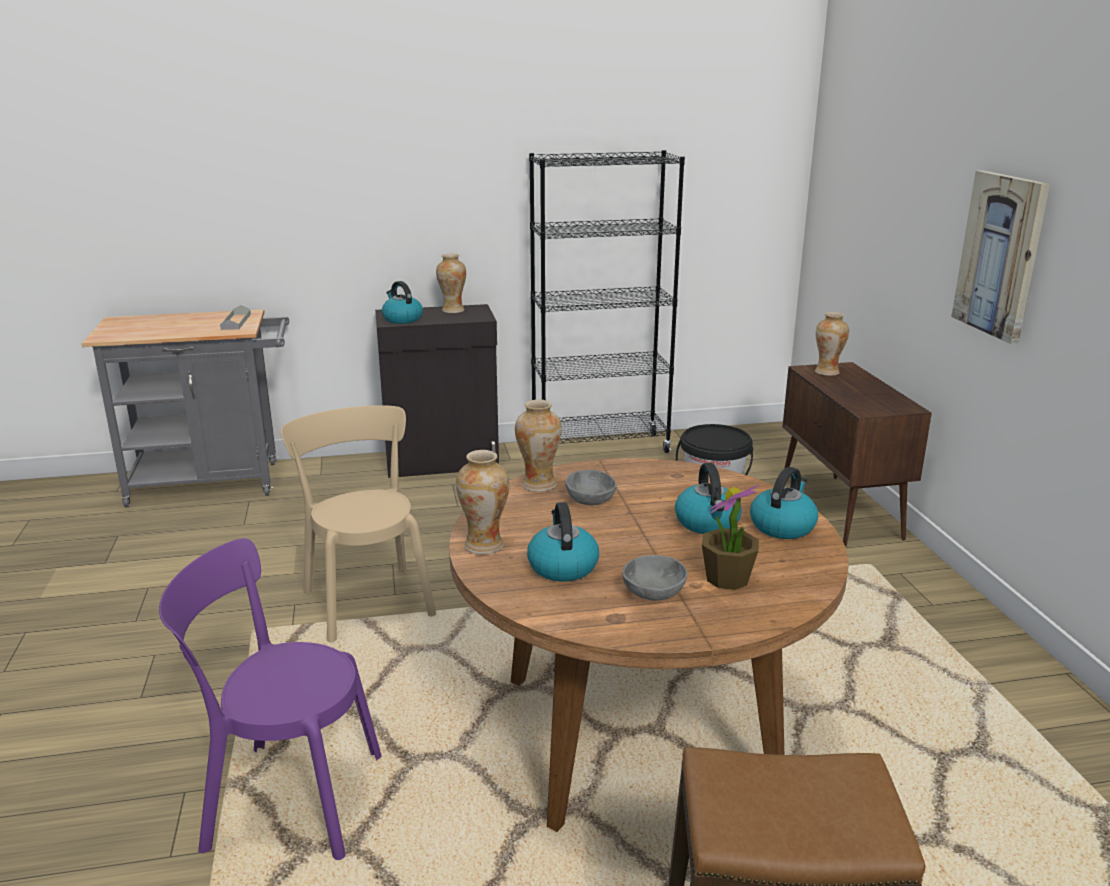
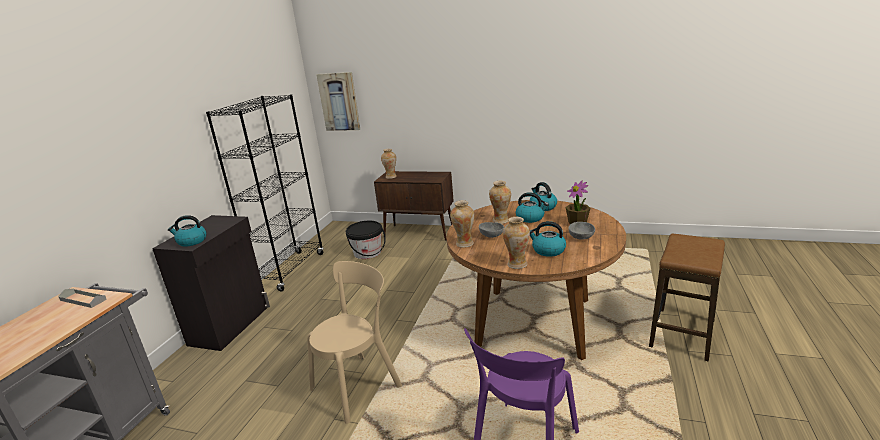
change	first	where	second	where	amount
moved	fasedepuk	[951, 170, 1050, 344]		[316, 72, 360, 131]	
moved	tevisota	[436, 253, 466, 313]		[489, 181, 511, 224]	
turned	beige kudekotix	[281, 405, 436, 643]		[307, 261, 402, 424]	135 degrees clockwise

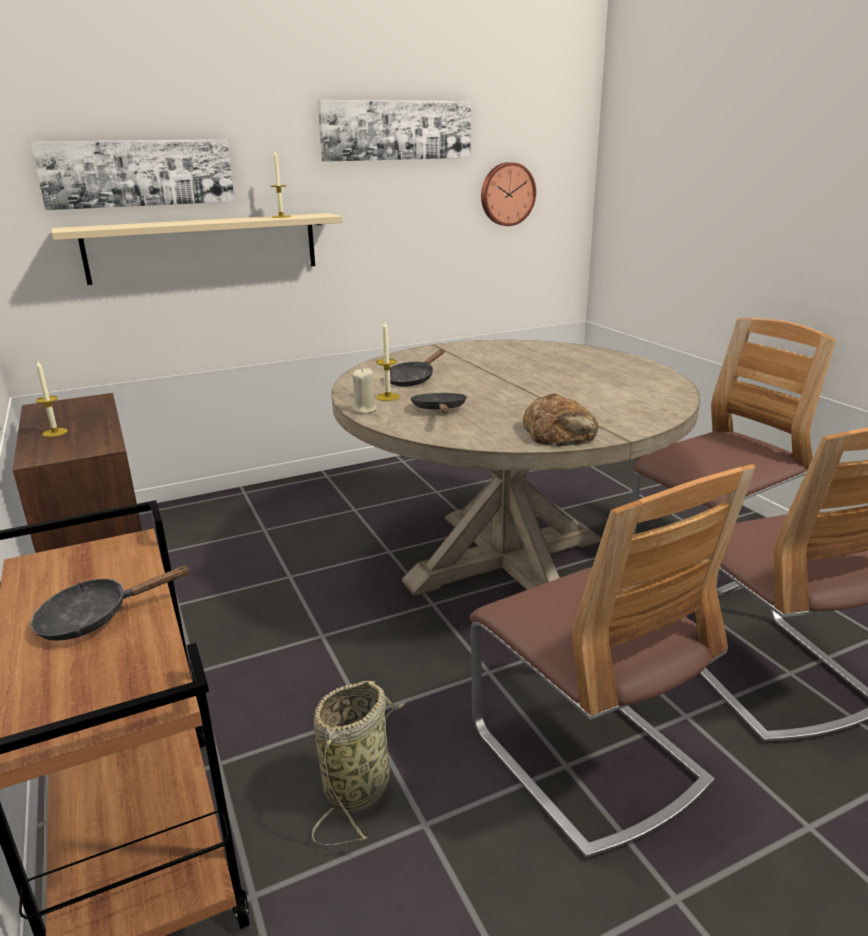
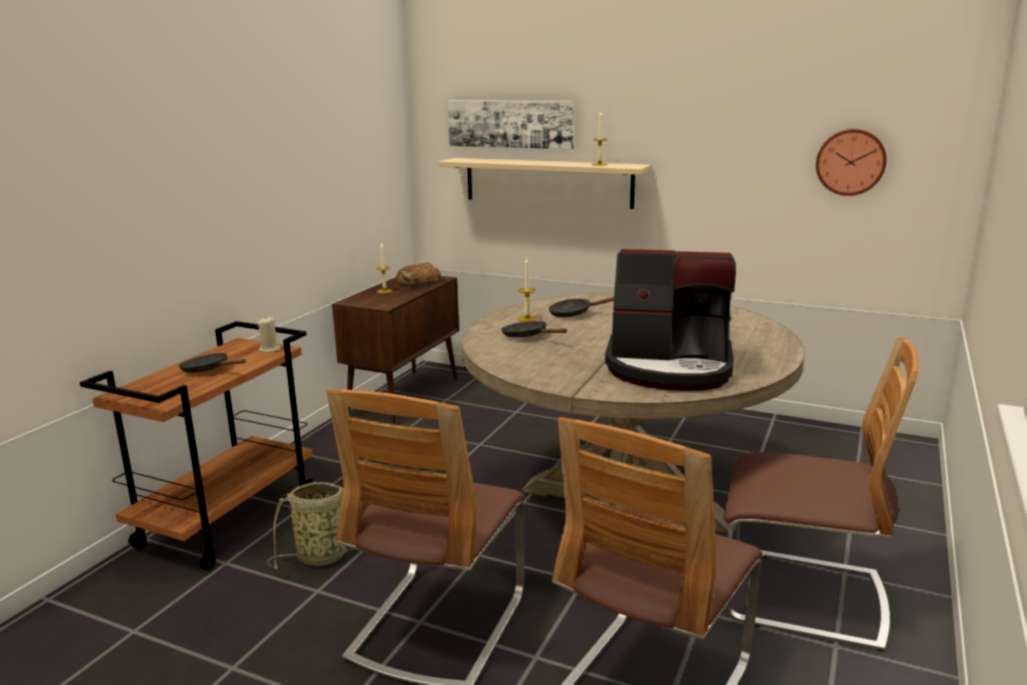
change	first	where	second	where	amount
removed	fasedepuk	[317, 100, 471, 162]			
moved	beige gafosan	[351, 368, 377, 414]		[257, 317, 281, 352]	
turned	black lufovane	[410, 393, 467, 413]		[501, 321, 567, 337]	90 degrees counterclockwise
moved	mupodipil	[523, 393, 598, 447]		[396, 263, 442, 287]	
added			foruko	[605, 249, 736, 391]	

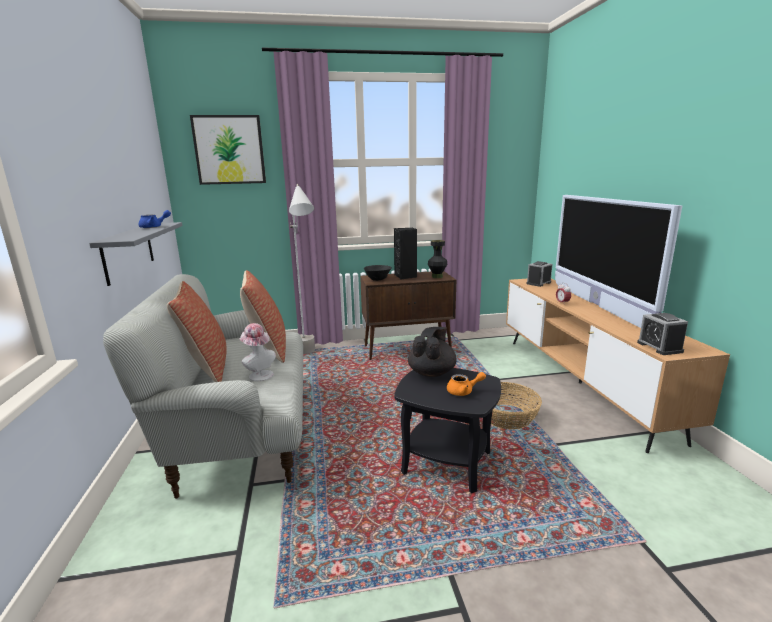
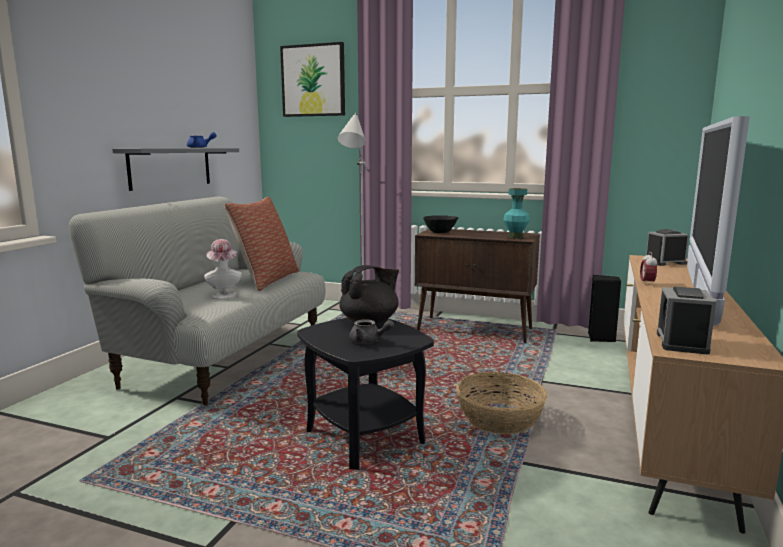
change	first	where	second	where	amount
moved	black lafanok	[394, 228, 417, 280]		[588, 275, 621, 342]	
recoloured	black tevisota	[428, 240, 447, 278]	turquoise tevisota	[503, 188, 530, 239]	
removed	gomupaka	[167, 281, 227, 382]			
recoloured	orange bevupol	[447, 372, 486, 396]	grey bevupol	[349, 319, 395, 344]	

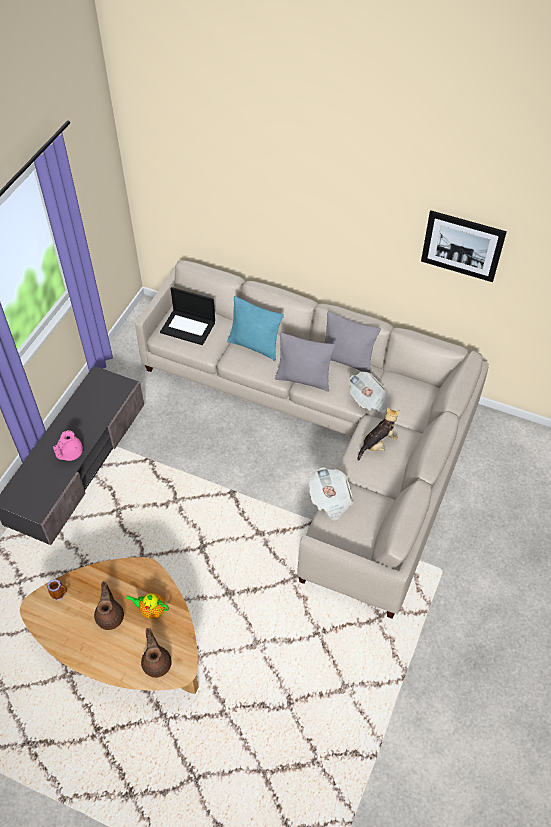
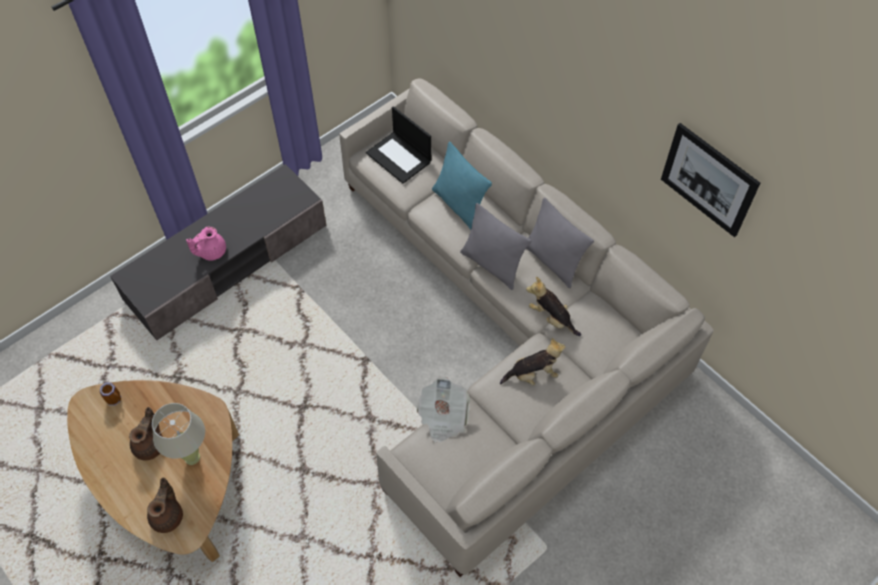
change	first	where	second	where	amount
replaced	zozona	[349, 372, 388, 413]	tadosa	[526, 277, 581, 336]	
replaced	bevupol	[126, 593, 169, 619]	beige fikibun	[152, 403, 205, 465]	

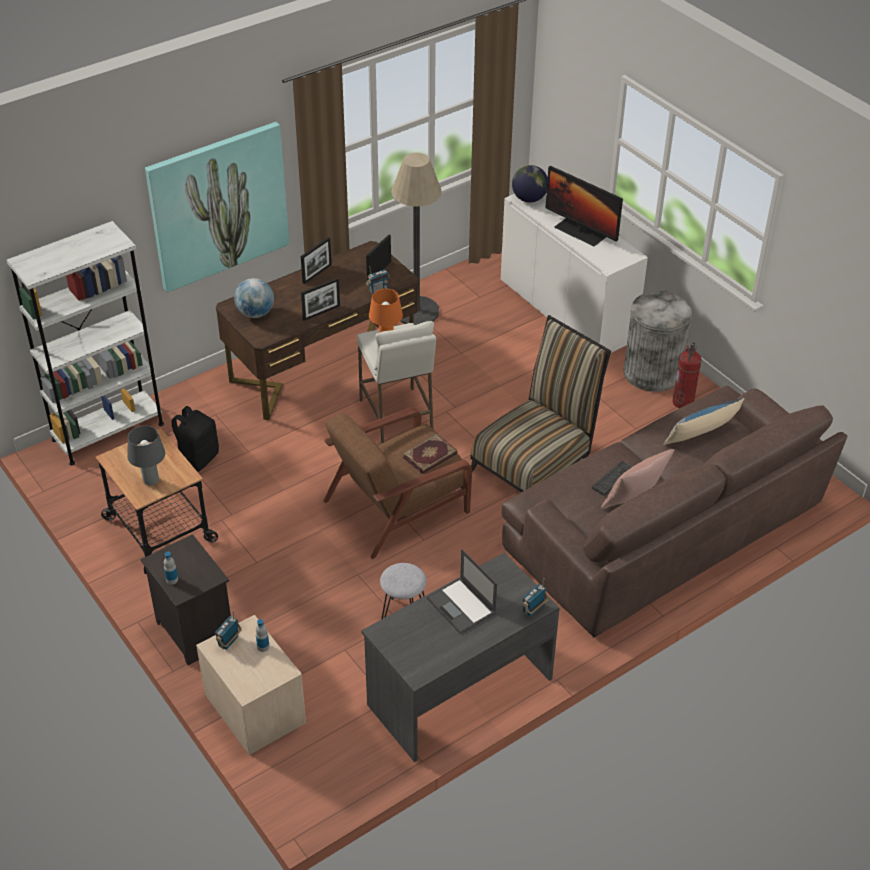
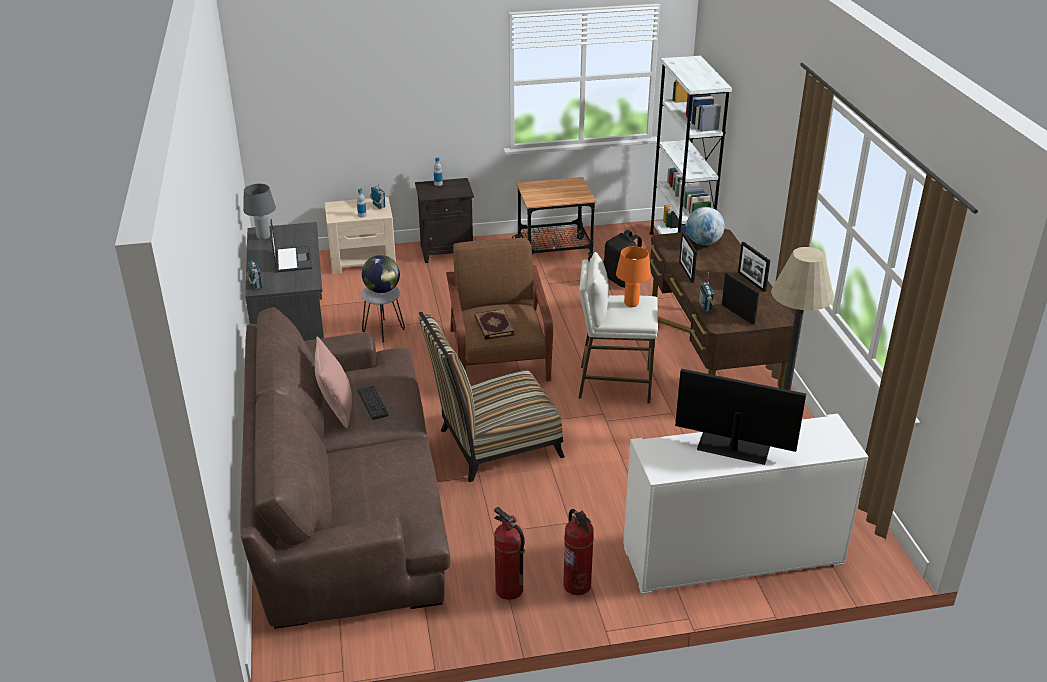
change	first	where	second	where	amount
removed	fasedepuk	[145, 122, 289, 292]			
moved	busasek	[512, 165, 548, 203]		[362, 255, 400, 293]	
turned	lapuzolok	[545, 166, 623, 246]		[675, 369, 806, 465]	45 degrees clockwise
replaced	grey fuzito	[623, 291, 692, 392]	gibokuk	[563, 509, 594, 595]	
turned	kudekotix	[470, 315, 611, 492]		[419, 312, 565, 482]	90 degrees clockwise
removed	gomupaka	[663, 398, 744, 445]			
moved	grey fikibun	[127, 426, 165, 486]		[243, 184, 276, 240]	
turned	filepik	[427, 549, 497, 634]		[270, 219, 312, 273]	90 degrees clockwise

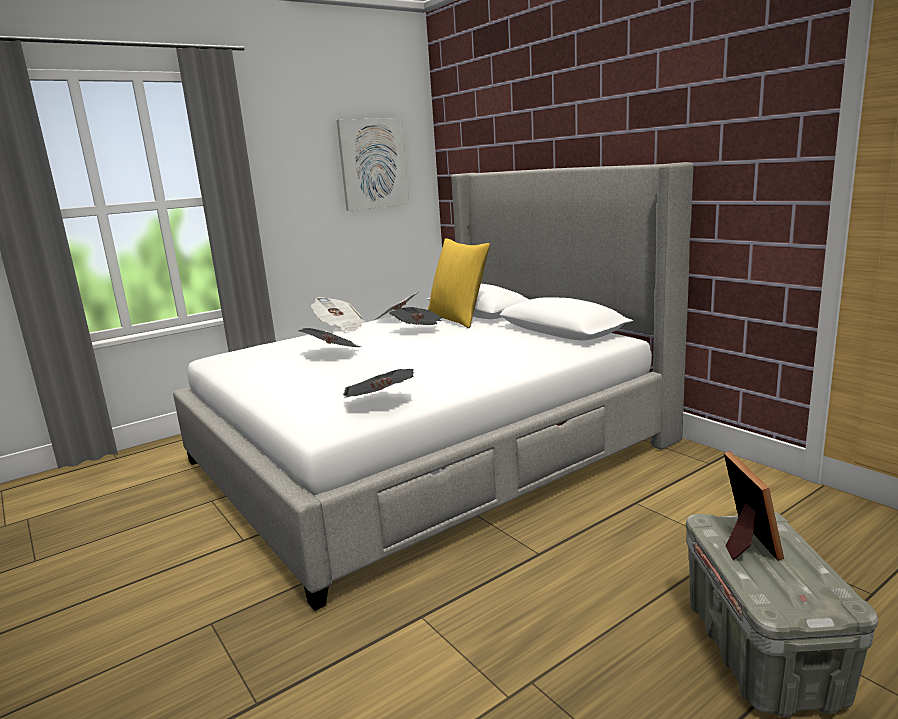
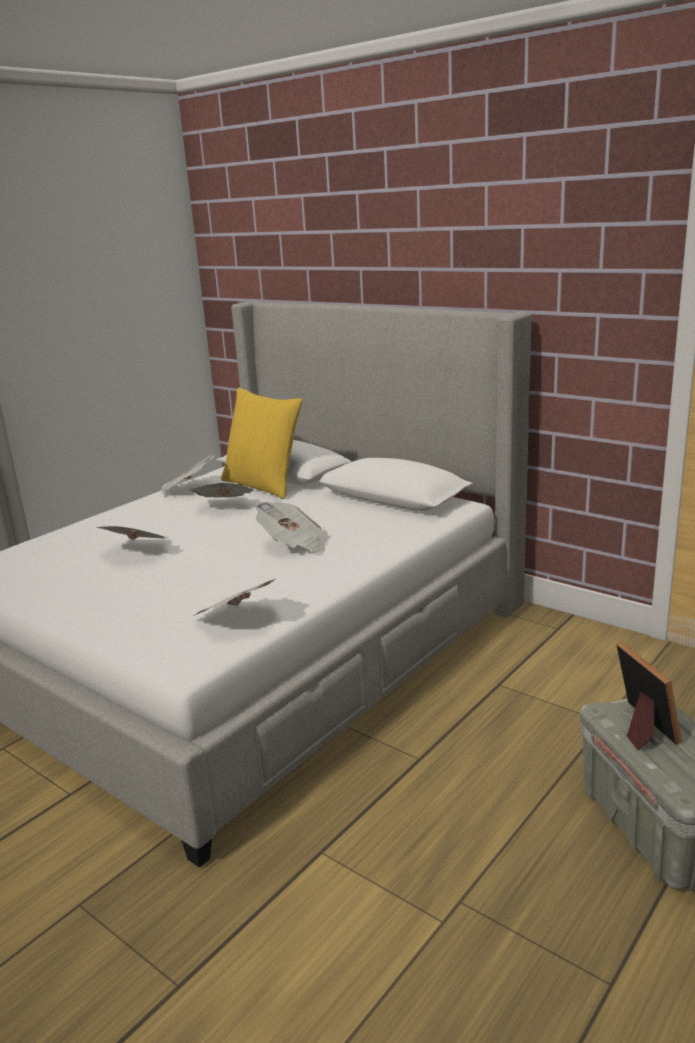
change	first	where	second	where	amount
removed	fasedepuk	[337, 118, 409, 211]			
moved	zozona	[311, 297, 365, 332]		[255, 502, 327, 553]	

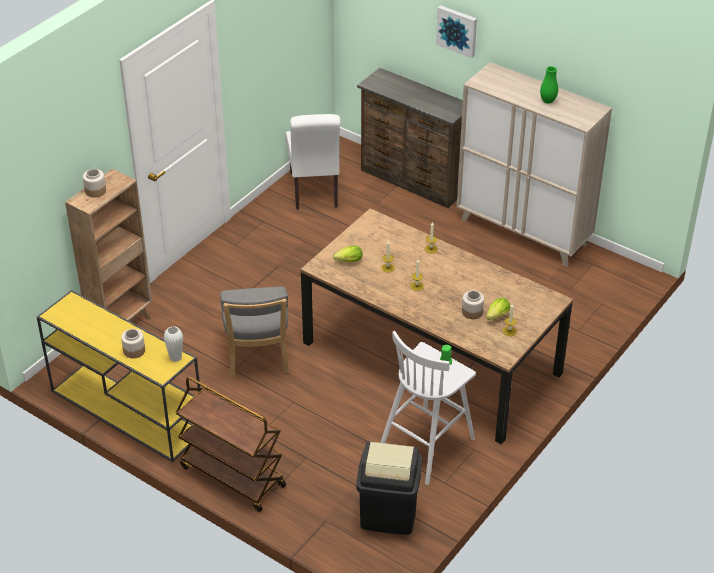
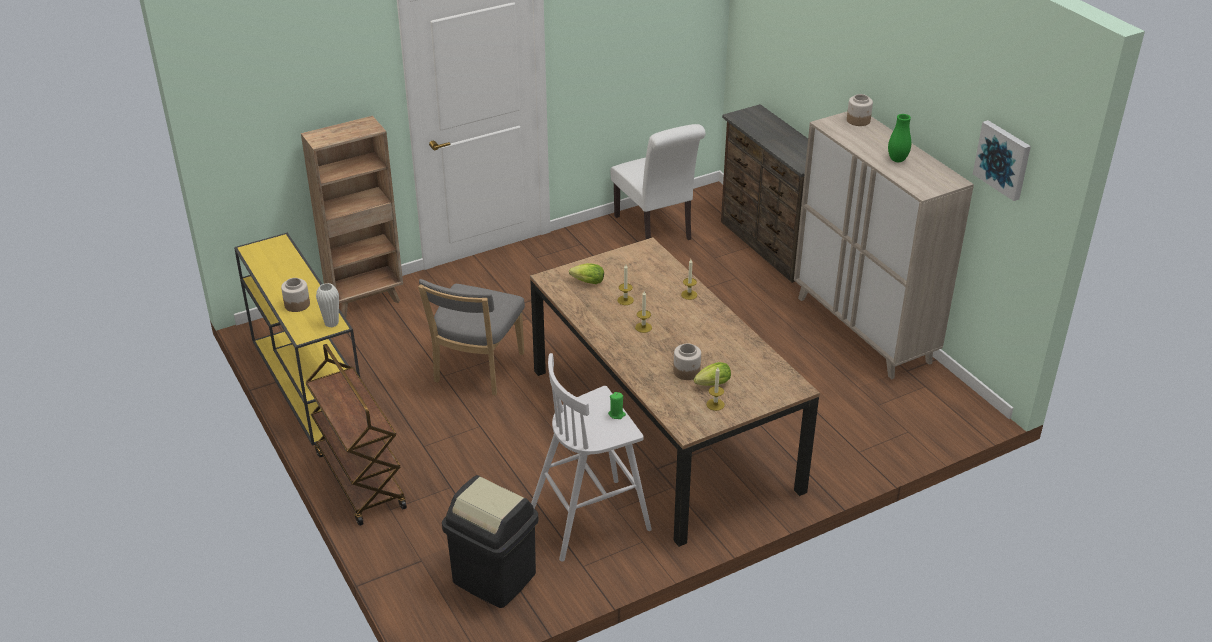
change	first	where	second	where	amount
moved	fasedepuk	[436, 5, 477, 58]		[973, 120, 1031, 201]	
turned	white kudekotix	[286, 114, 341, 210]		[611, 124, 706, 240]	45 degrees counterclockwise
moved	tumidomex	[83, 169, 106, 198]		[847, 94, 873, 126]	

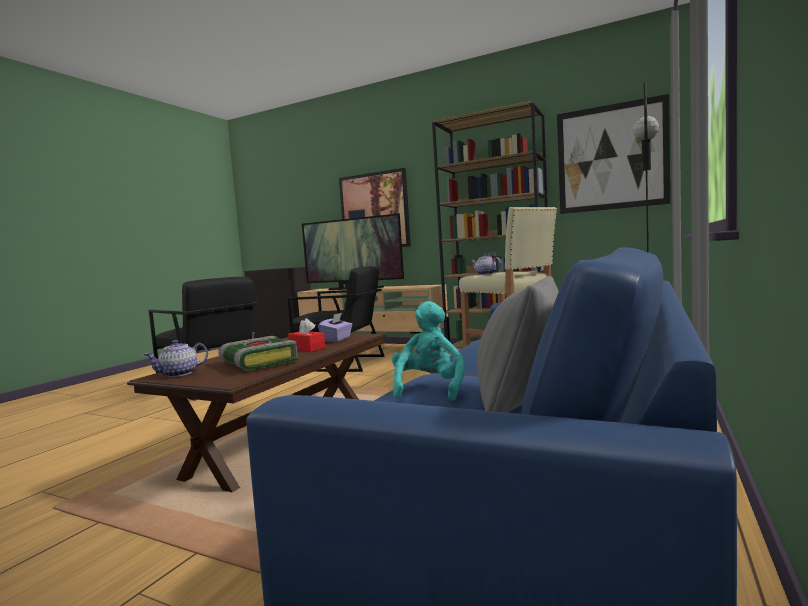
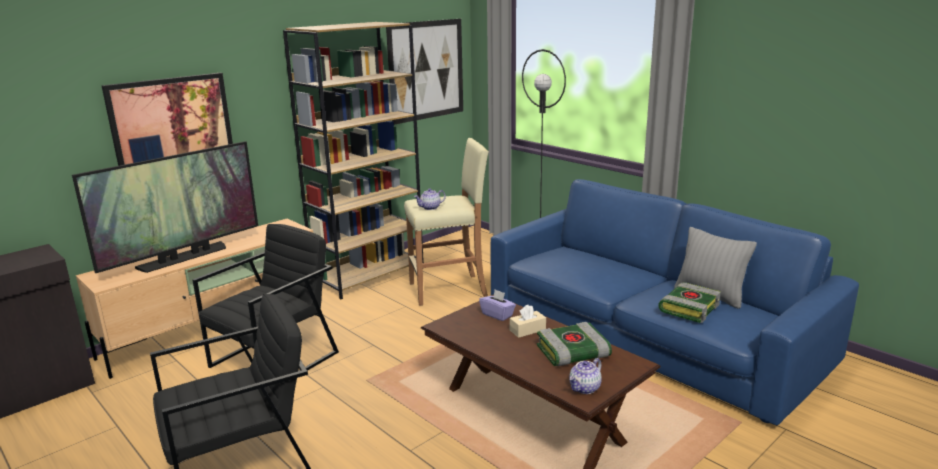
change	first	where	second	where	amount
replaced	turquoise tadosa	[392, 301, 465, 401]	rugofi	[658, 282, 721, 323]	
recoloured	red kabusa	[288, 318, 325, 352]	beige kabusa	[510, 305, 546, 338]	
turned	bevupol	[144, 340, 208, 377]		[569, 358, 602, 394]	60 degrees clockwise

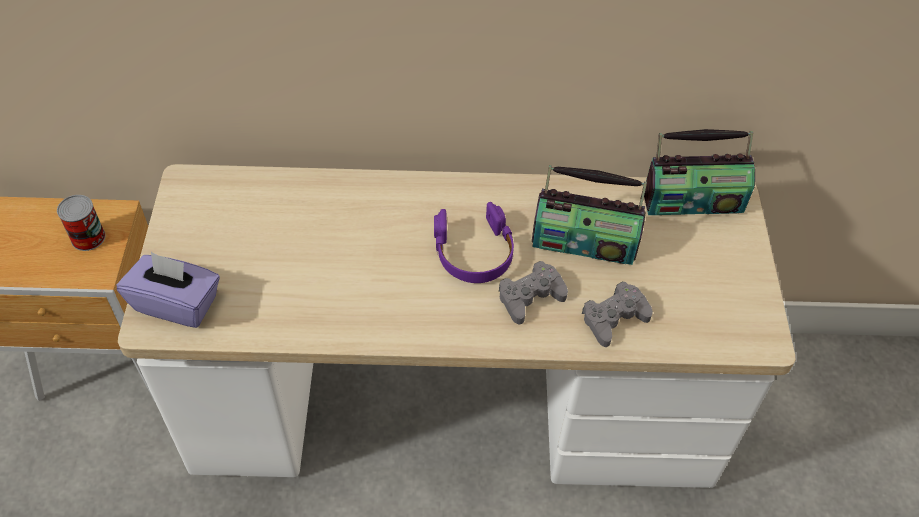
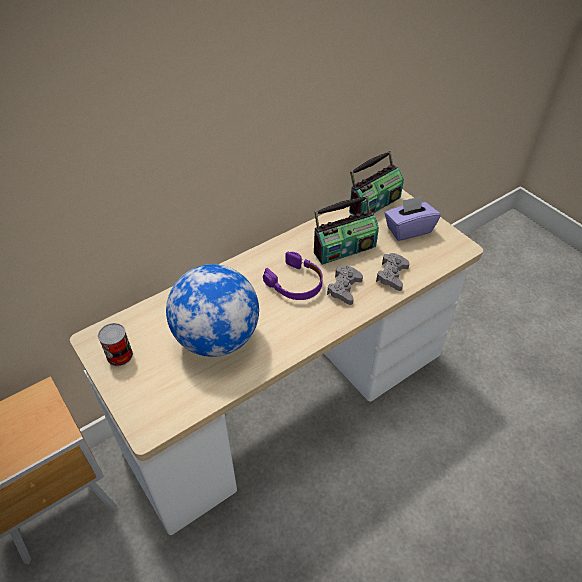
change	first	where	second	where	amount
moved	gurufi	[57, 195, 106, 251]		[98, 323, 133, 366]	
moved	purple kabusa	[116, 252, 220, 328]		[385, 196, 441, 241]	
added			busasek	[166, 264, 259, 357]	

